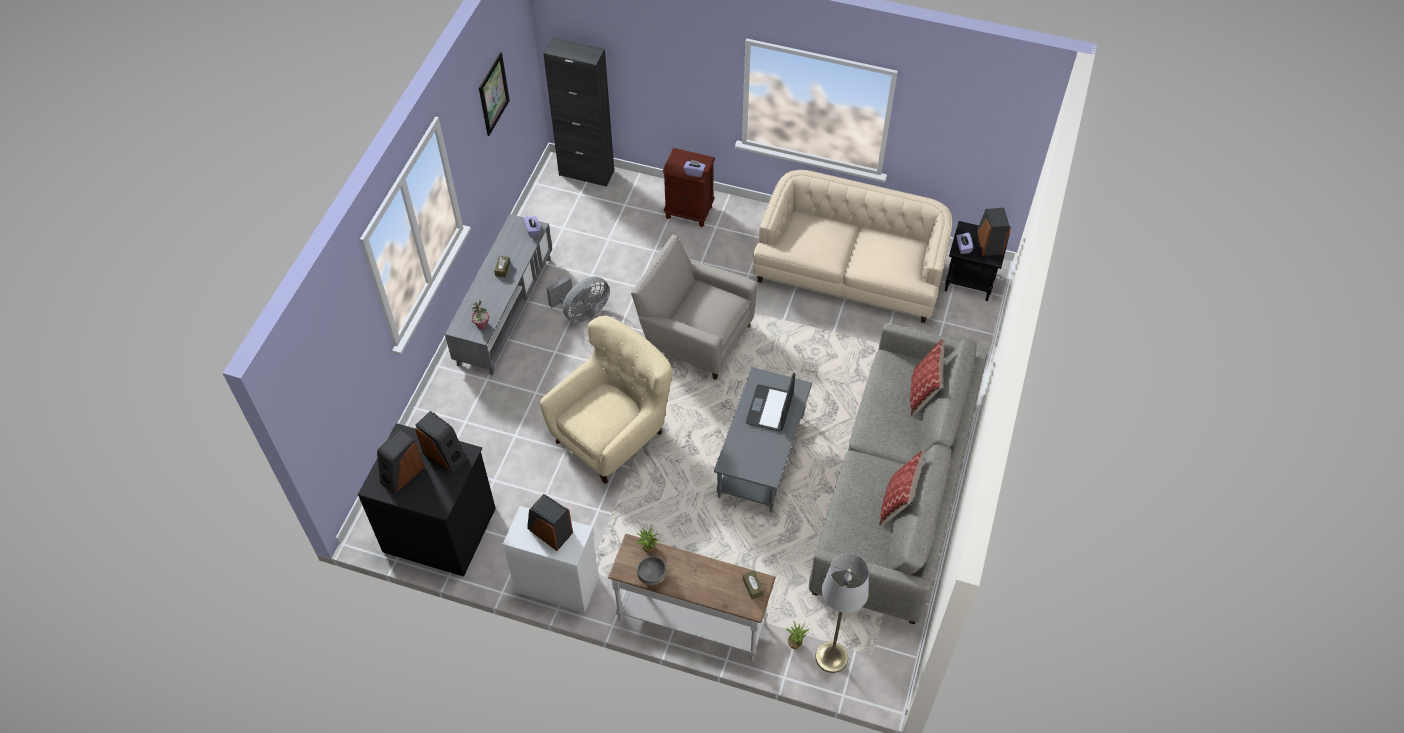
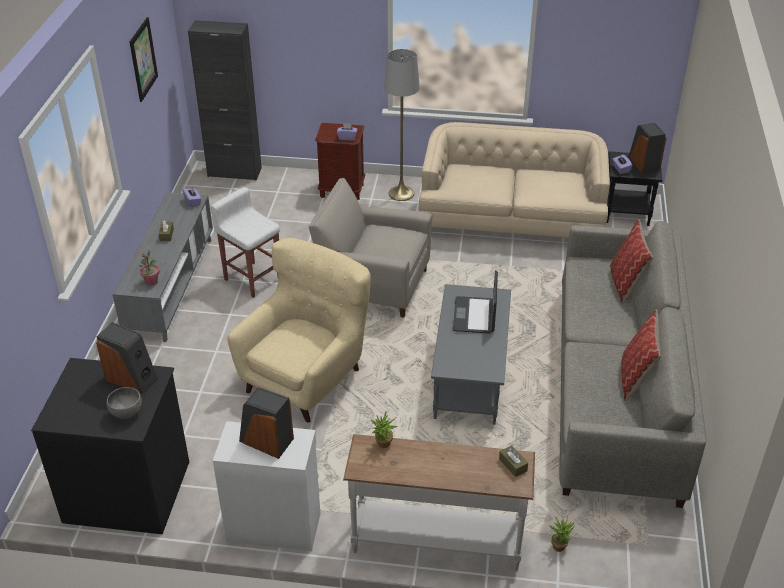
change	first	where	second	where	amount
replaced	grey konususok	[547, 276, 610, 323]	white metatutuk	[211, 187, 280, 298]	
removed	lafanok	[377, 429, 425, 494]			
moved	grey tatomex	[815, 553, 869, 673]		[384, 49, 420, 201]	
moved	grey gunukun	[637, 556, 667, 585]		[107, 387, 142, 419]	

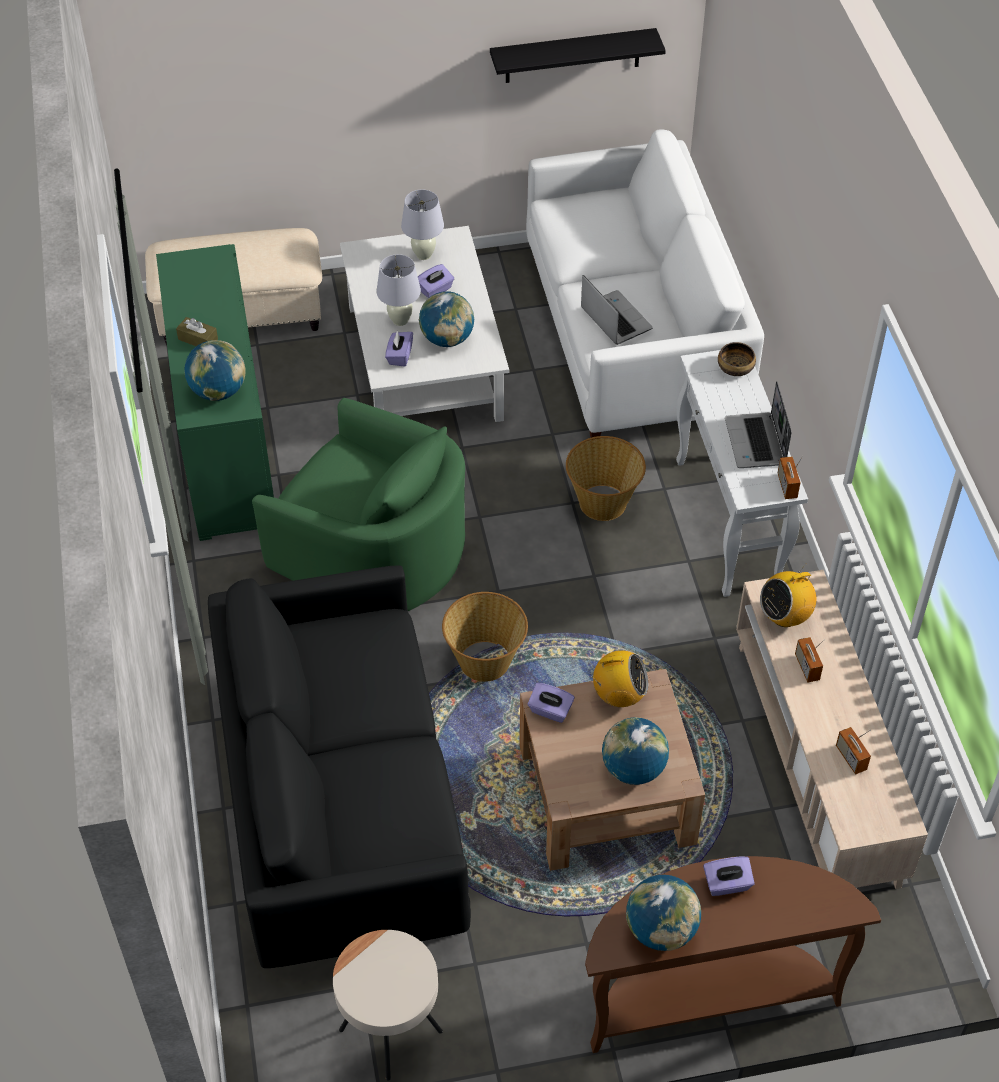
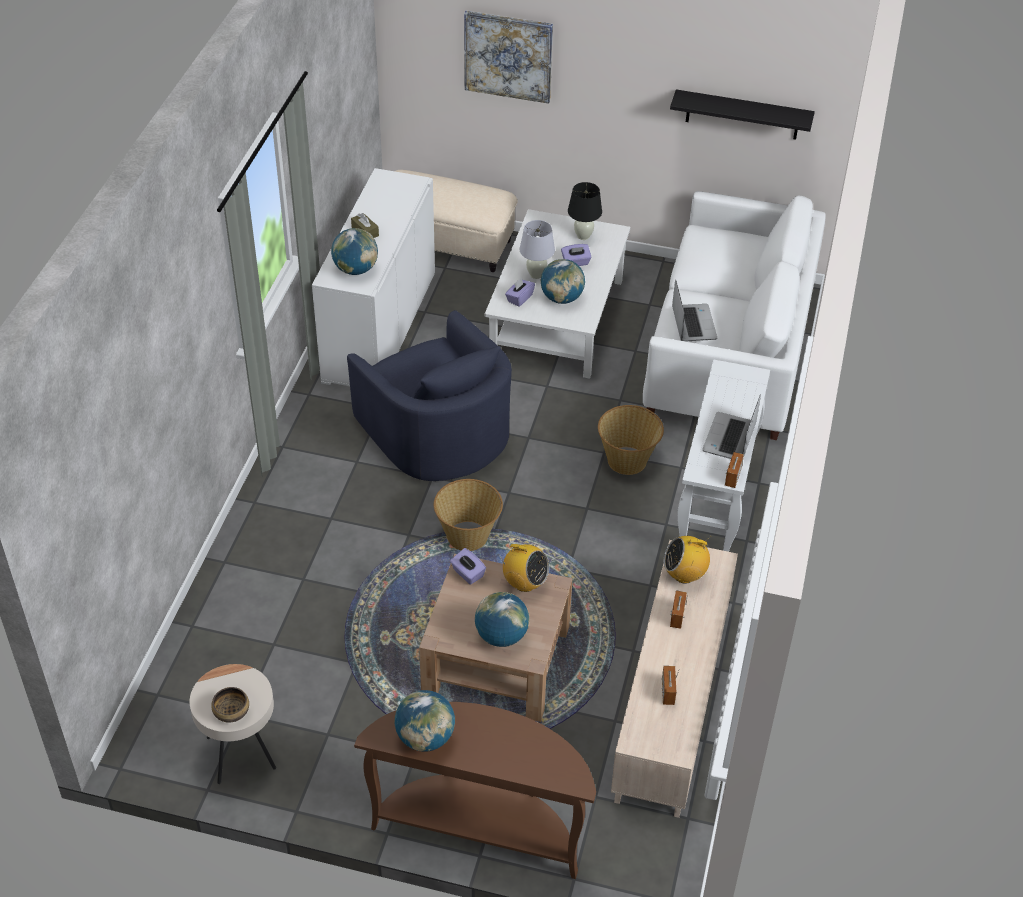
change	first	where	second	where	amount
recoloured	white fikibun	[401, 189, 444, 260]	black fikibun	[568, 182, 602, 240]	
recoloured	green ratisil	[156, 244, 274, 541]	white ratisil	[312, 168, 435, 386]	
moved	gunukun	[718, 342, 756, 376]		[211, 687, 249, 723]	
recoloured	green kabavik	[252, 398, 465, 611]	blue kabavik	[347, 310, 512, 481]	
removed	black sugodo	[208, 565, 471, 968]			
removed	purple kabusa	[703, 856, 755, 896]			
added			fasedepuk	[464, 11, 553, 104]	

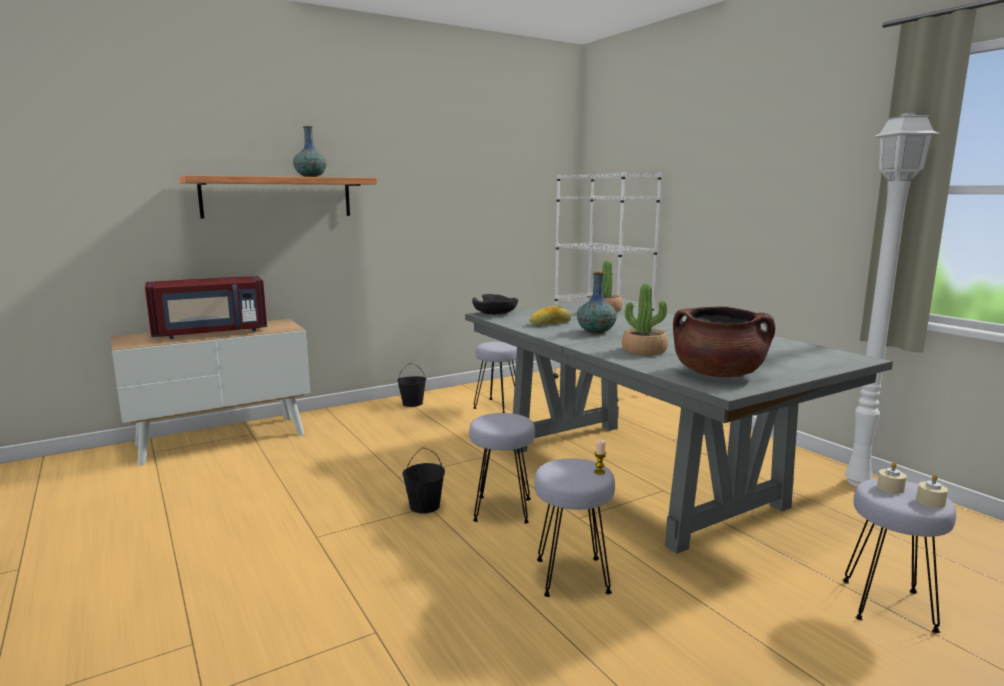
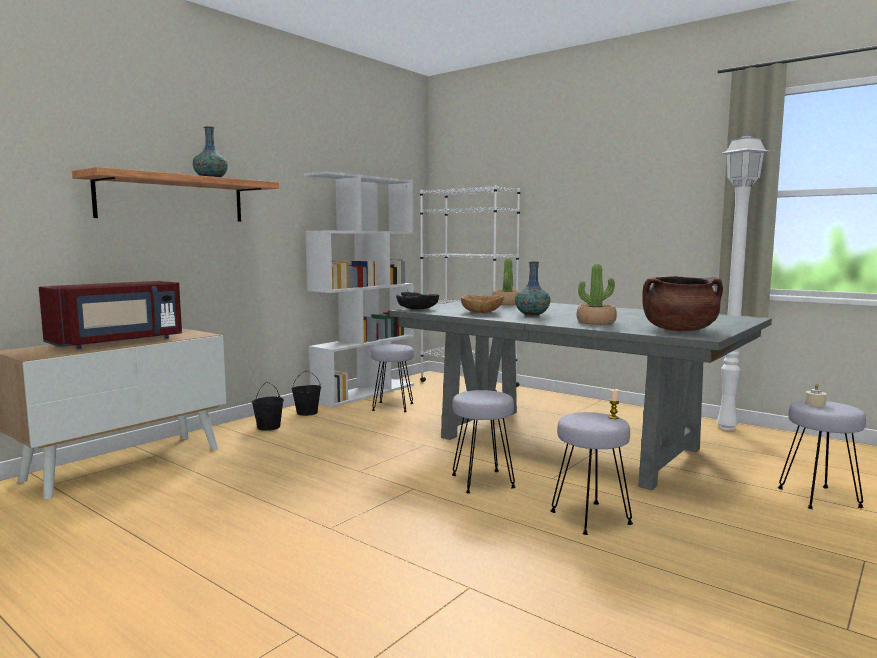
change	first	where	second	where	amount
replaced	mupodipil	[530, 306, 571, 325]	brown gunukun	[461, 295, 504, 313]	
moved	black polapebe	[402, 448, 445, 514]		[252, 382, 284, 431]	
removed	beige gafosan	[916, 474, 948, 508]			
added			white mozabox	[304, 171, 414, 407]	

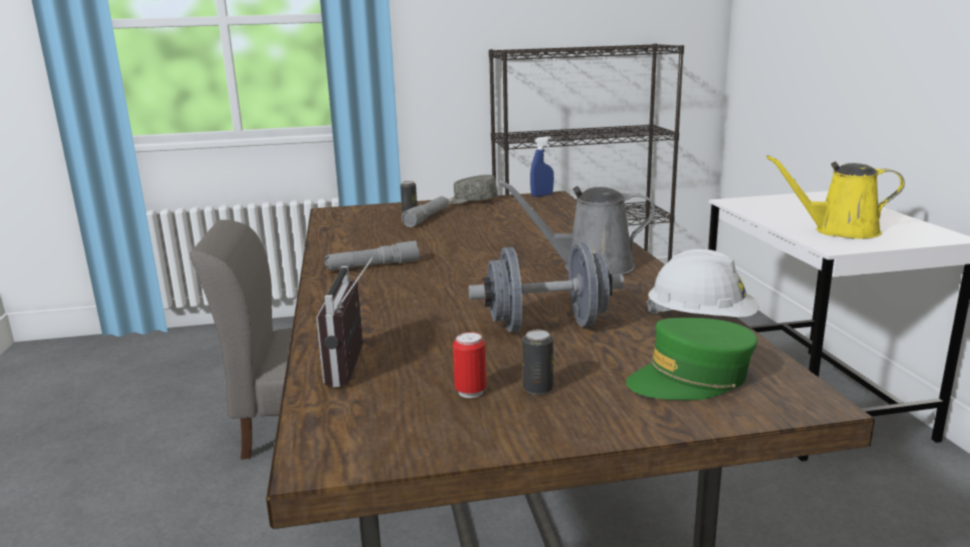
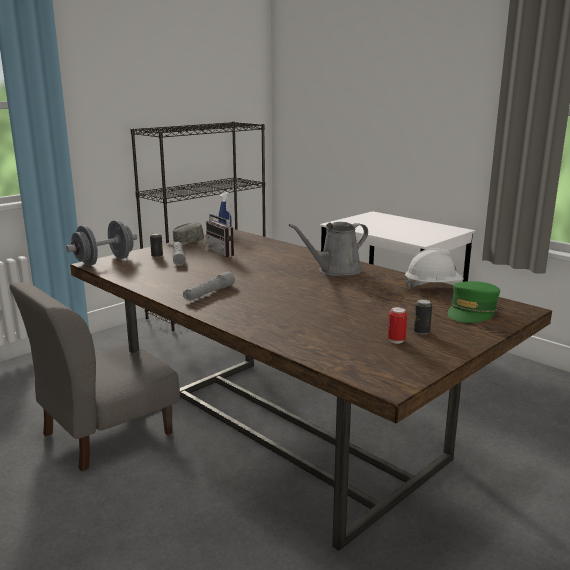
change	first	where	second	where	amount
removed	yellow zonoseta	[766, 155, 905, 239]			
moved	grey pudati	[469, 242, 624, 332]		[66, 220, 137, 266]	
moved	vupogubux	[316, 252, 377, 387]		[206, 205, 234, 257]	

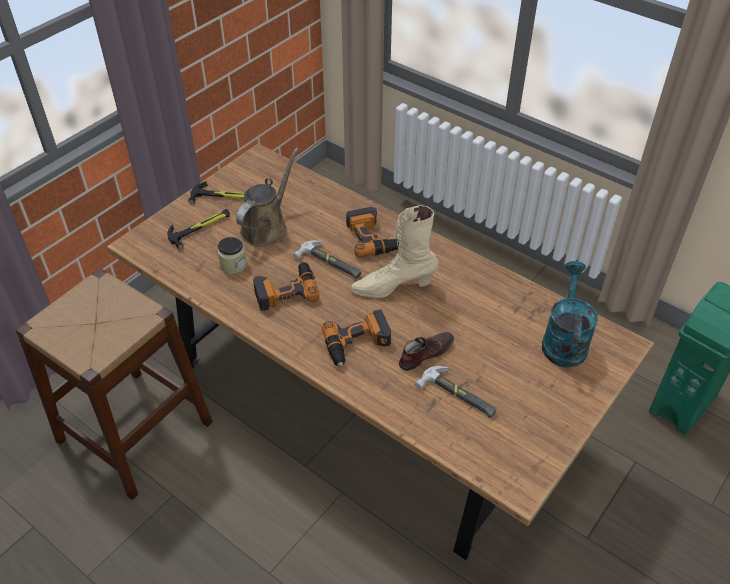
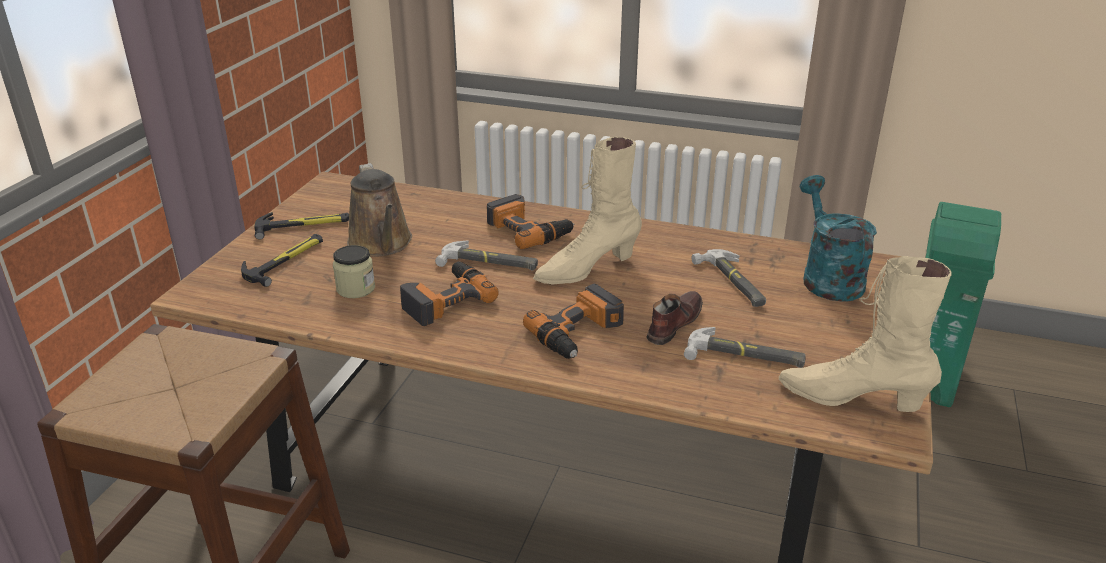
change	first	where	second	where	amount
turned	brown zonoseta	[236, 148, 299, 246]		[347, 163, 412, 257]	150 degrees clockwise
added			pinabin	[691, 249, 766, 307]	
added			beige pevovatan	[779, 256, 952, 412]	

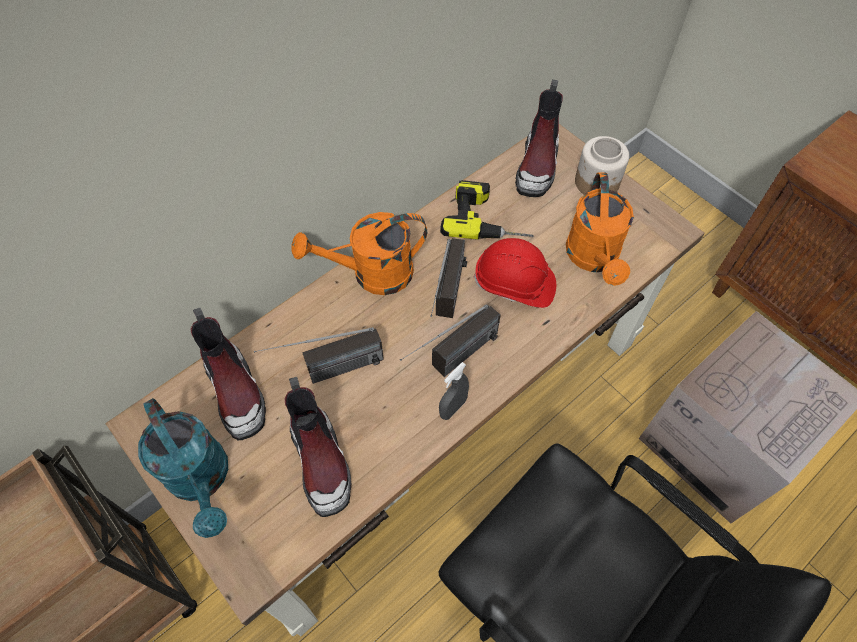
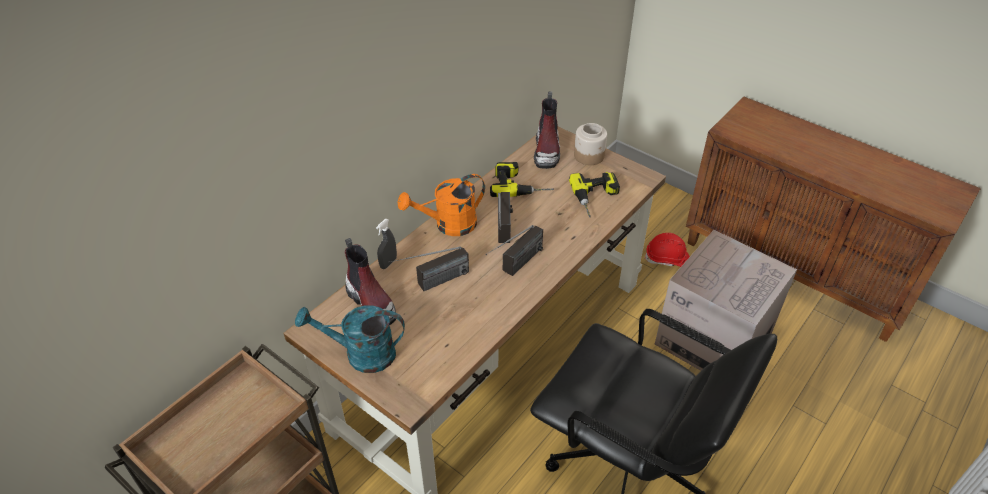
change	first	where	second	where	amount
replaced	orange zonoseta	[566, 173, 634, 286]	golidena	[569, 172, 620, 217]	
moved	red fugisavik	[473, 238, 556, 308]		[644, 233, 690, 267]	
moved	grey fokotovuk	[439, 362, 469, 420]		[376, 219, 397, 269]	
removed	pevovatan	[285, 377, 351, 517]			
turned	turquoise zonoseta	[138, 398, 228, 538]		[295, 305, 405, 373]	135 degrees clockwise

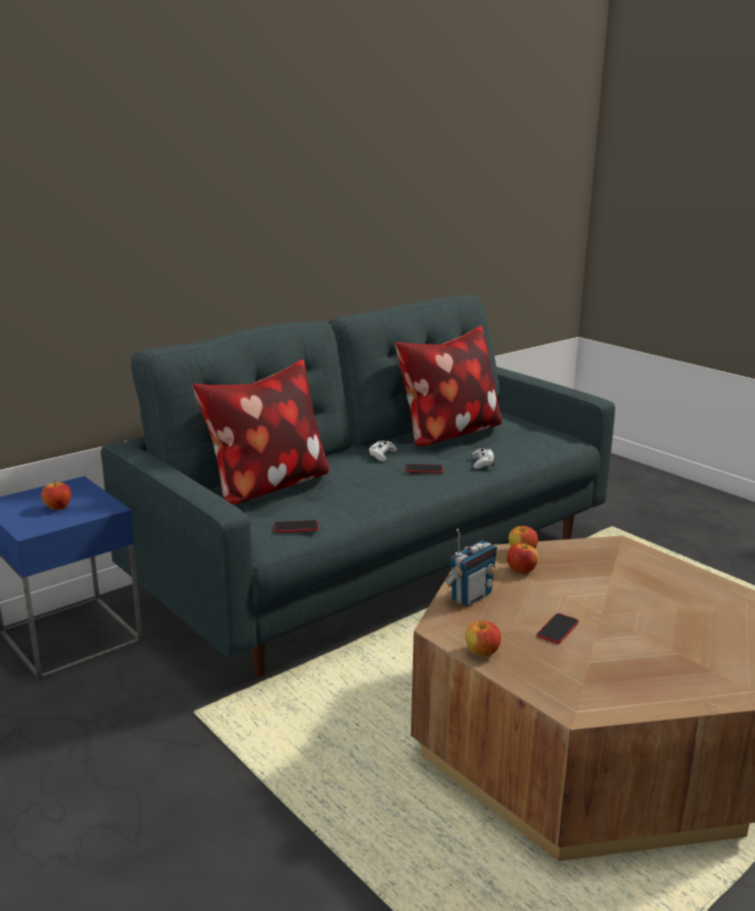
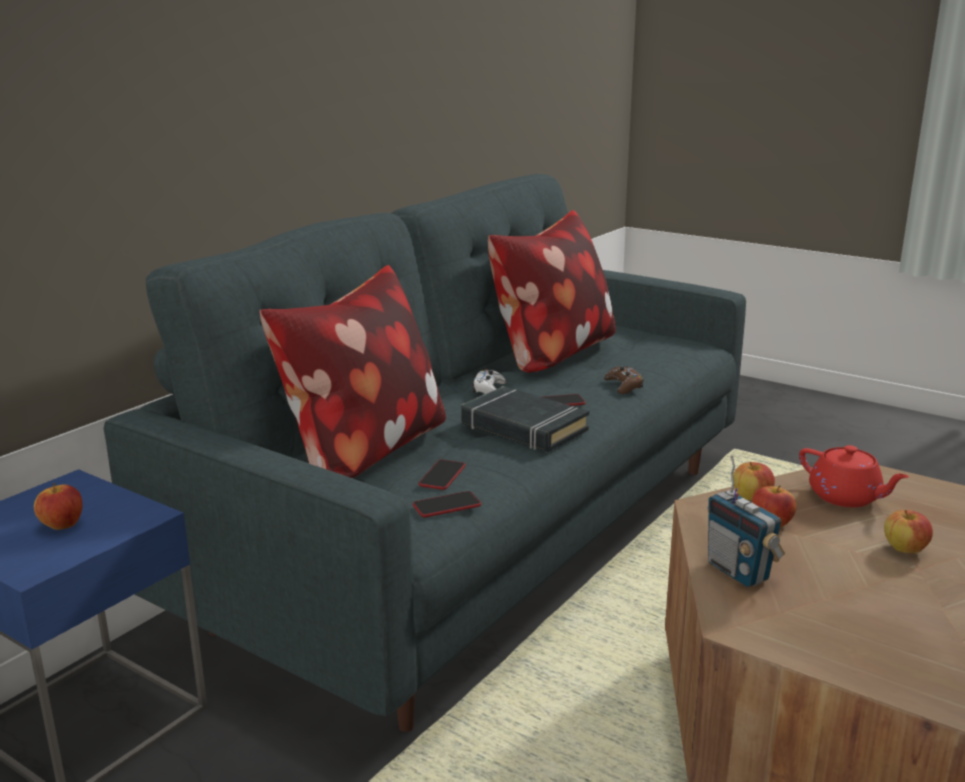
change	first	where	second	where	amount
recoloured	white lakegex	[471, 448, 495, 469]	brown lakegex	[604, 366, 644, 394]	
turned	vupogubux	[444, 529, 497, 606]		[708, 456, 785, 587]	120 degrees clockwise
moved	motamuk	[537, 613, 579, 644]		[418, 459, 465, 490]	
moved	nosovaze	[465, 620, 501, 657]		[884, 510, 933, 553]	
added			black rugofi	[461, 386, 589, 452]	
added			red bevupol	[799, 445, 909, 507]	

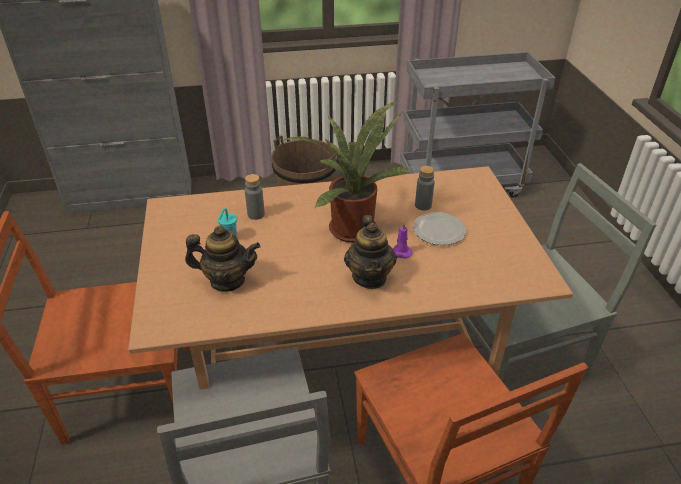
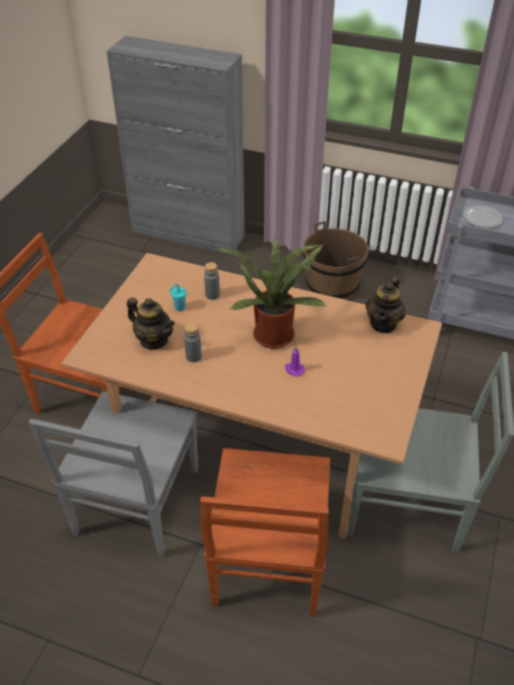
change	first	where	second	where	amount
moved	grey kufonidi	[415, 166, 435, 211]		[184, 323, 202, 362]	
moved	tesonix	[413, 212, 466, 245]		[463, 205, 503, 228]	
moved	bevupol	[344, 215, 397, 289]		[366, 276, 406, 333]	

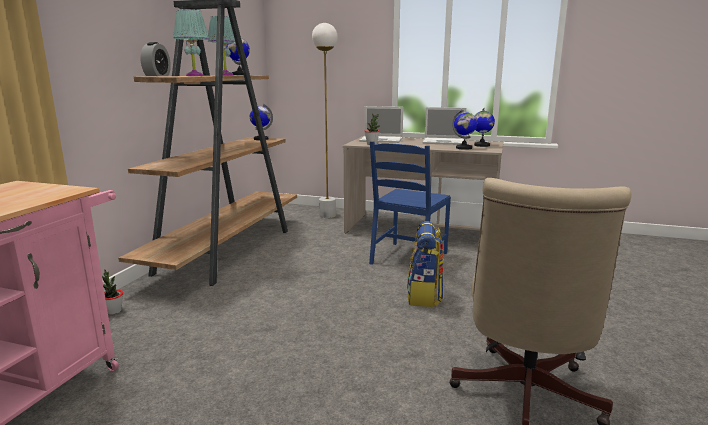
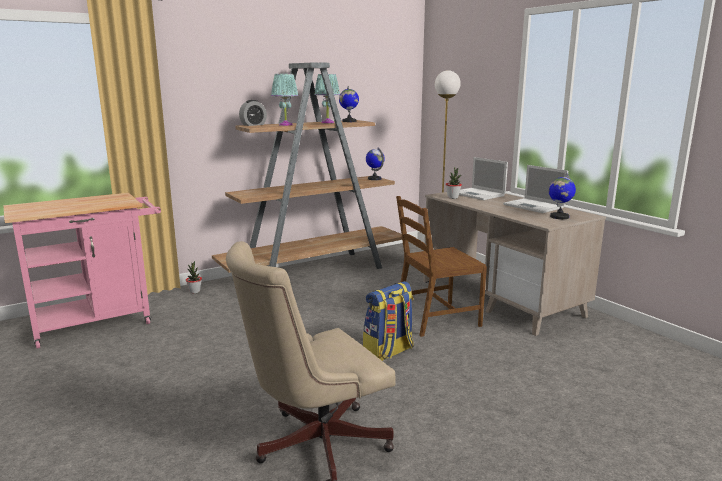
change	first	where	second	where	amount
removed	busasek	[452, 109, 477, 150]			
recoloured	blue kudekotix	[369, 141, 451, 265]	brown kudekotix	[396, 196, 487, 337]	

